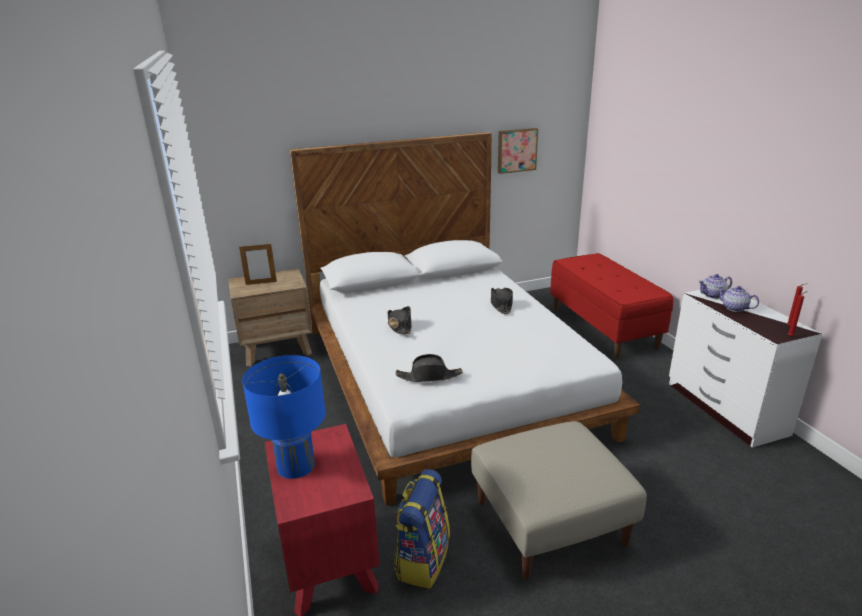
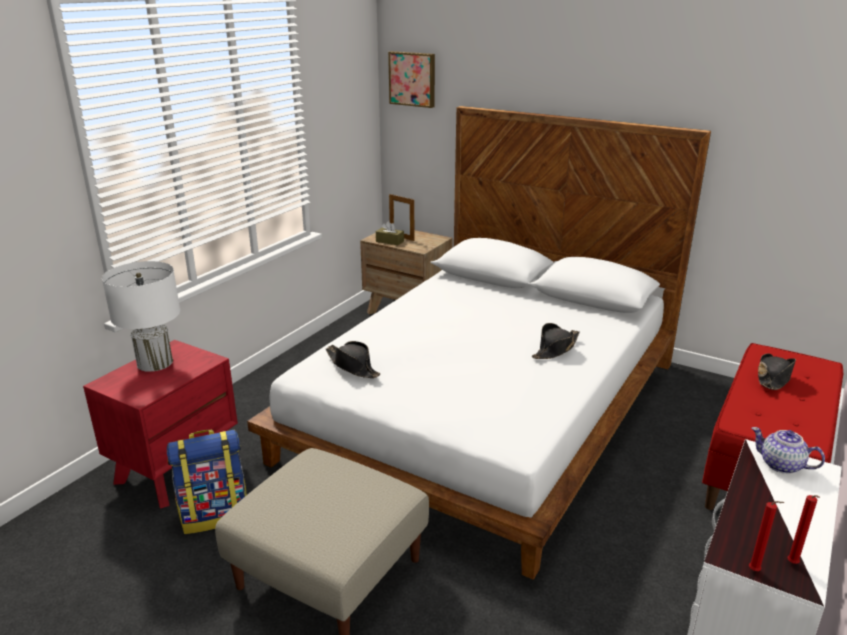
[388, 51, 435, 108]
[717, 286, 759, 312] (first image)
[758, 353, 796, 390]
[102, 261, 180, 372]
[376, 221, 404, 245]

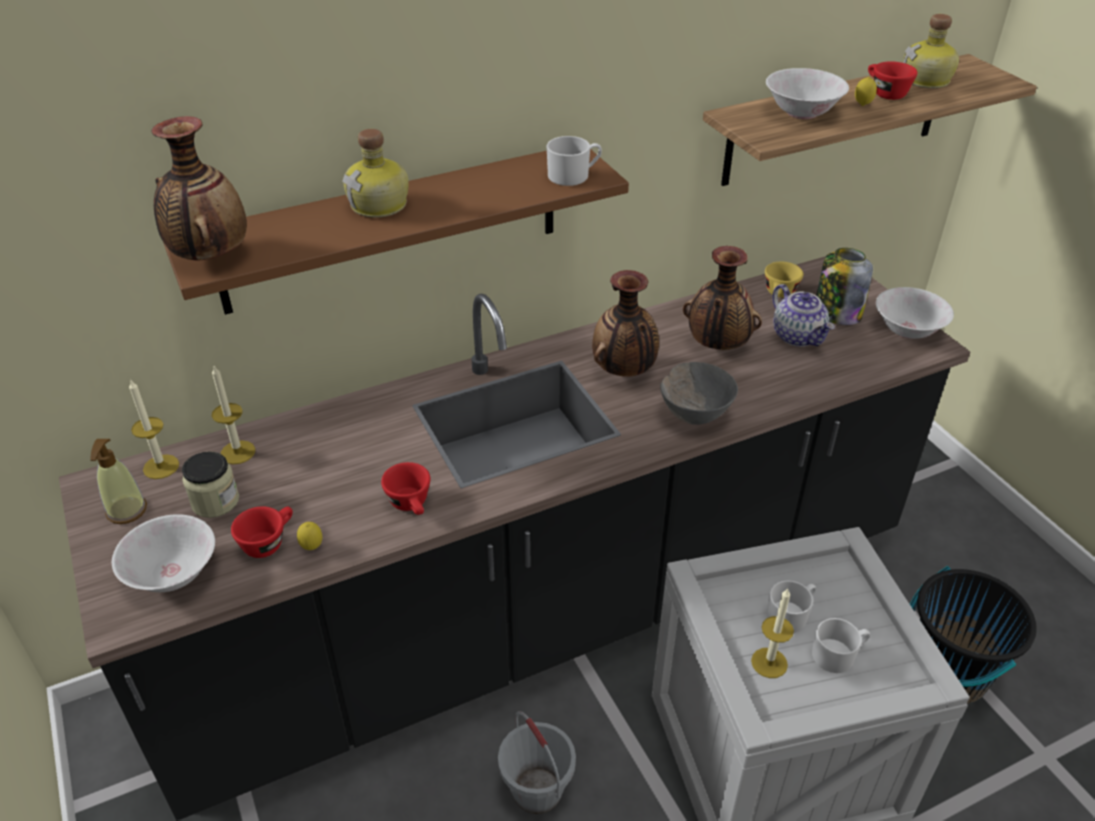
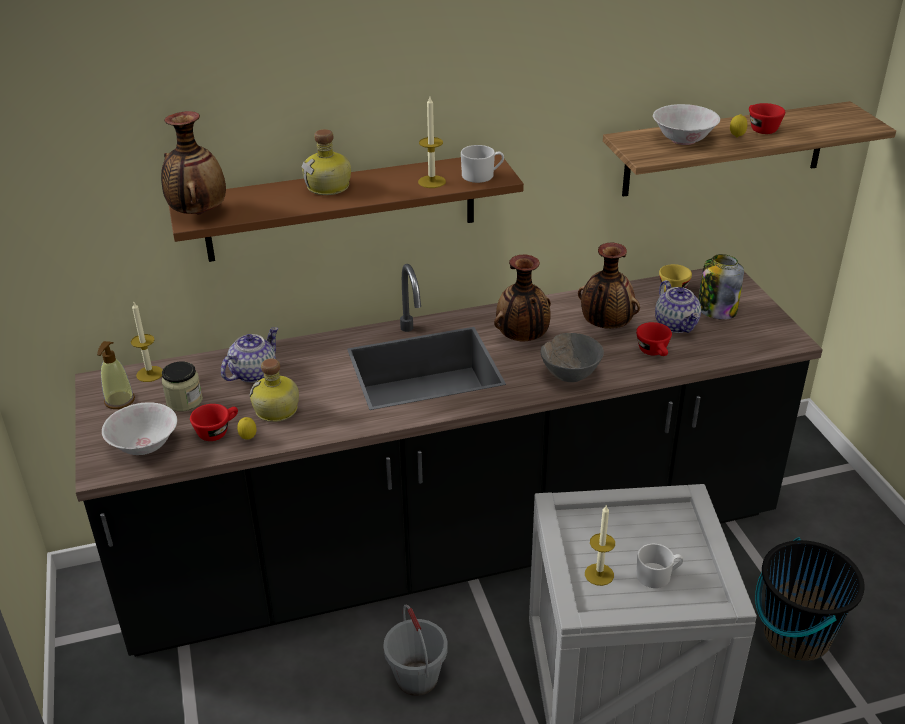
[249, 358, 299, 422]
[876, 287, 954, 339] (first image)
[418, 97, 446, 188]
[636, 322, 672, 356]
[766, 580, 816, 633] (first image)
[221, 327, 279, 383]

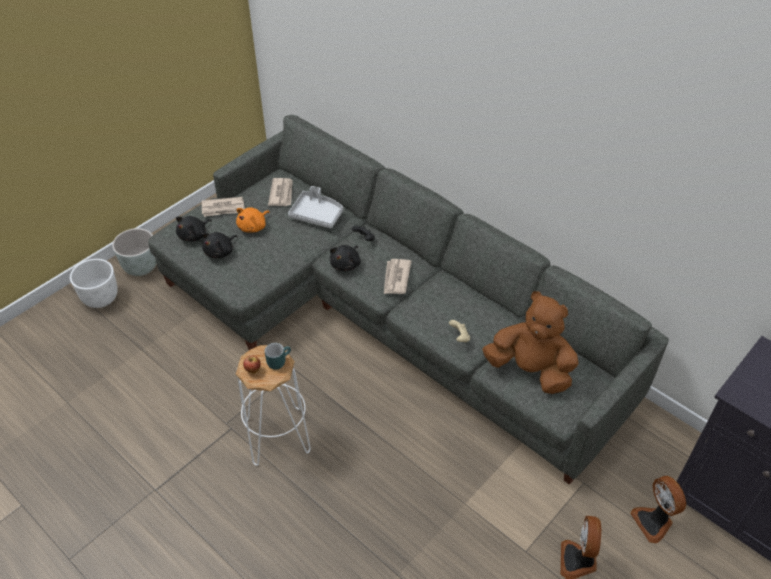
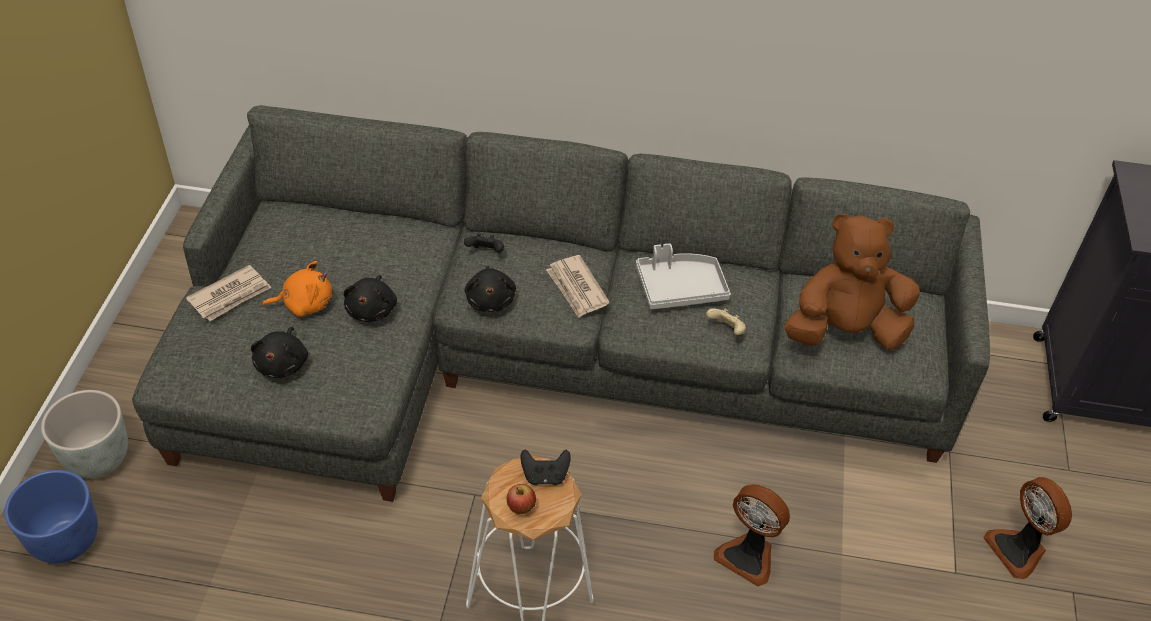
[268, 178, 293, 206] (first image)
[636, 243, 731, 310]
[262, 261, 332, 317]
[344, 275, 397, 322]
[4, 470, 98, 564]
[520, 450, 571, 485]
[714, 484, 790, 586]

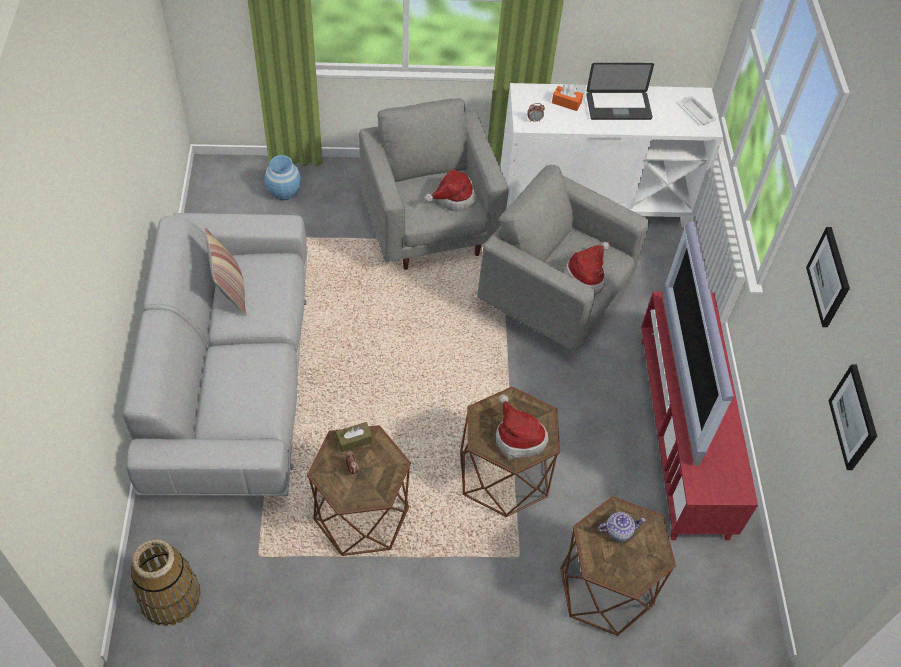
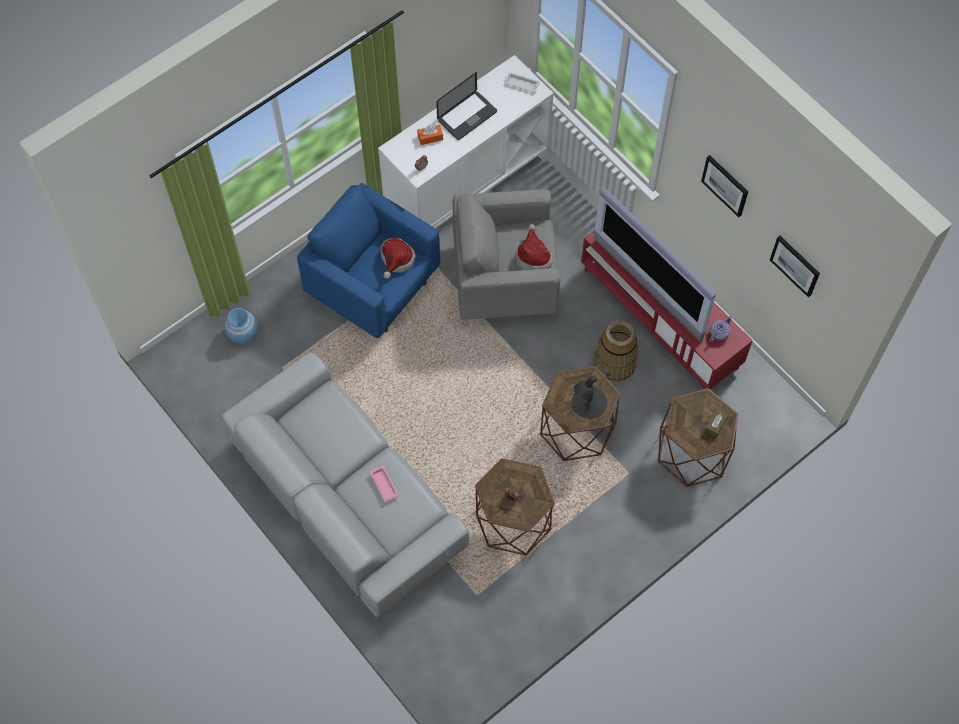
[297, 183, 440, 338]
[205, 228, 247, 317] (first image)
[572, 372, 610, 419]
[704, 408, 728, 438]
[709, 316, 732, 342]
[594, 320, 638, 382]
[370, 466, 398, 502]

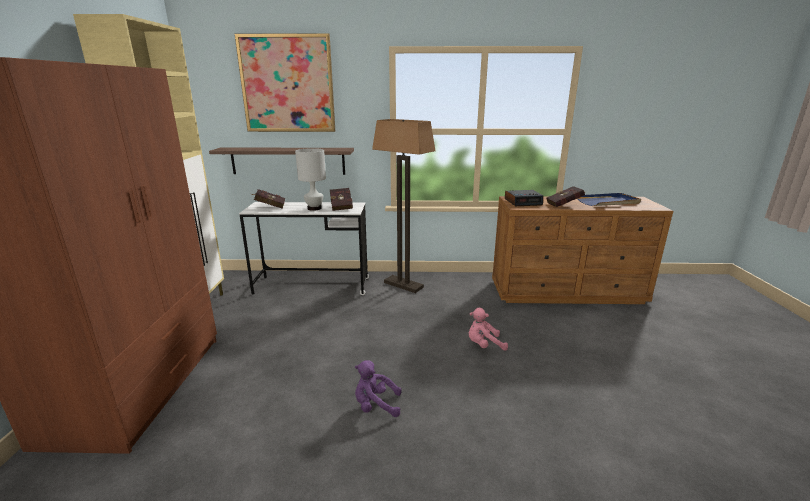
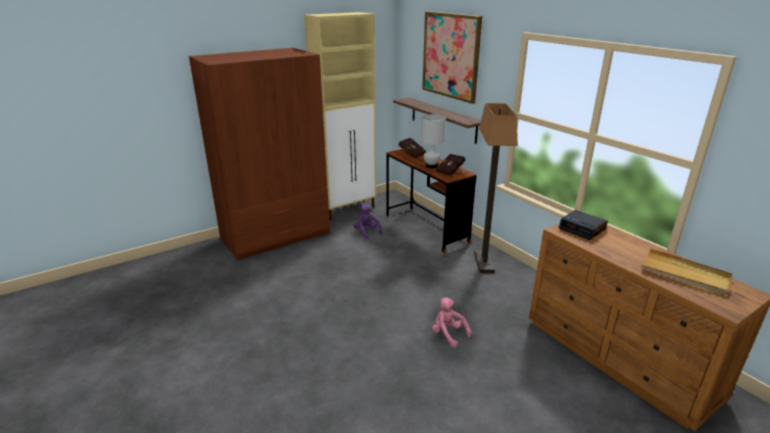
[546, 186, 585, 207] (first image)
[641, 248, 732, 295]
[386, 149, 477, 253]
[353, 204, 382, 238]

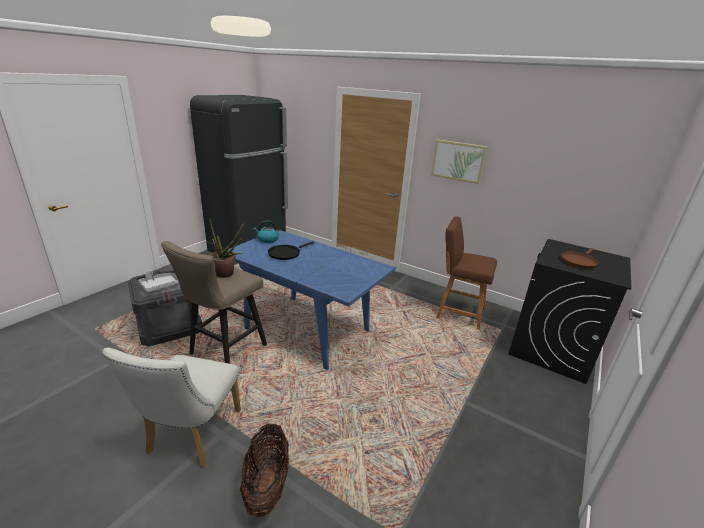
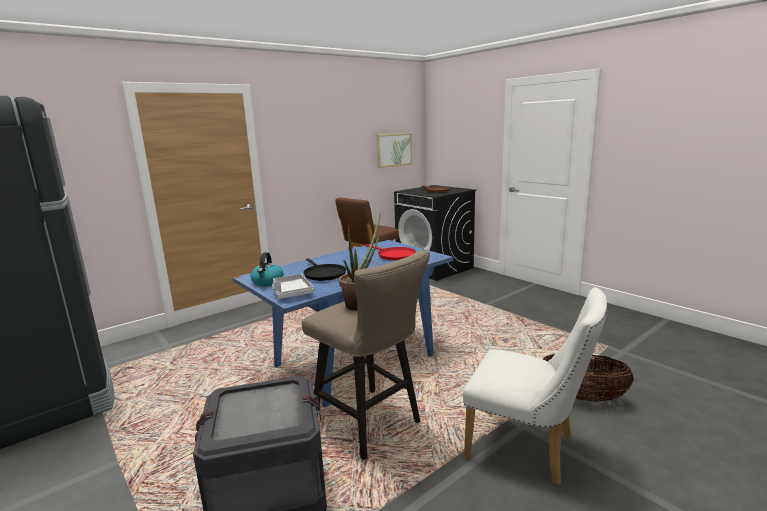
[376, 133, 412, 168]
[273, 274, 314, 299]
[365, 244, 416, 261]

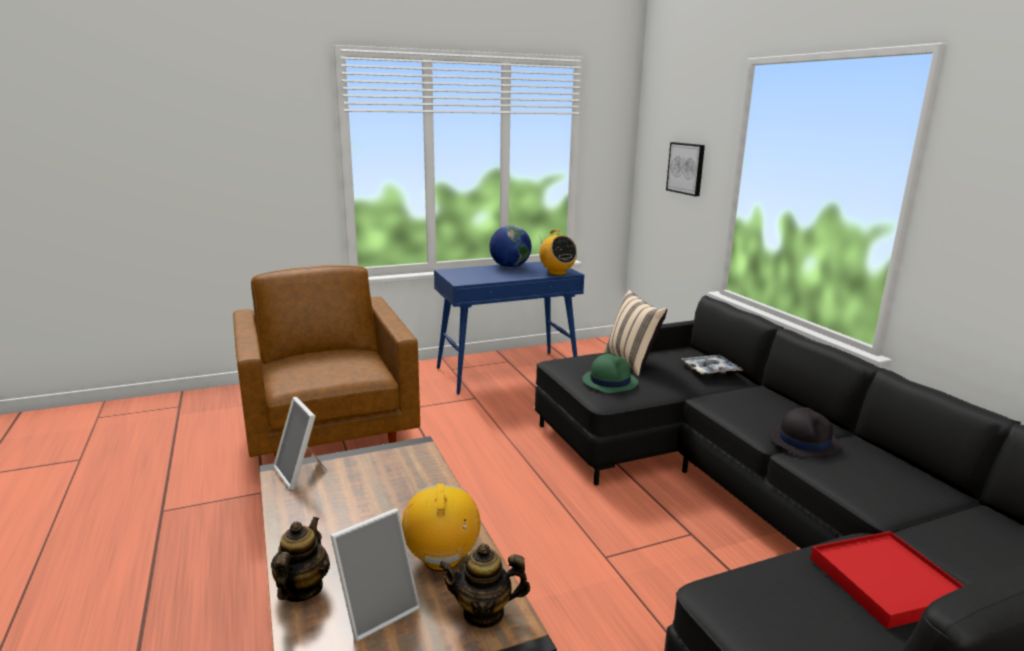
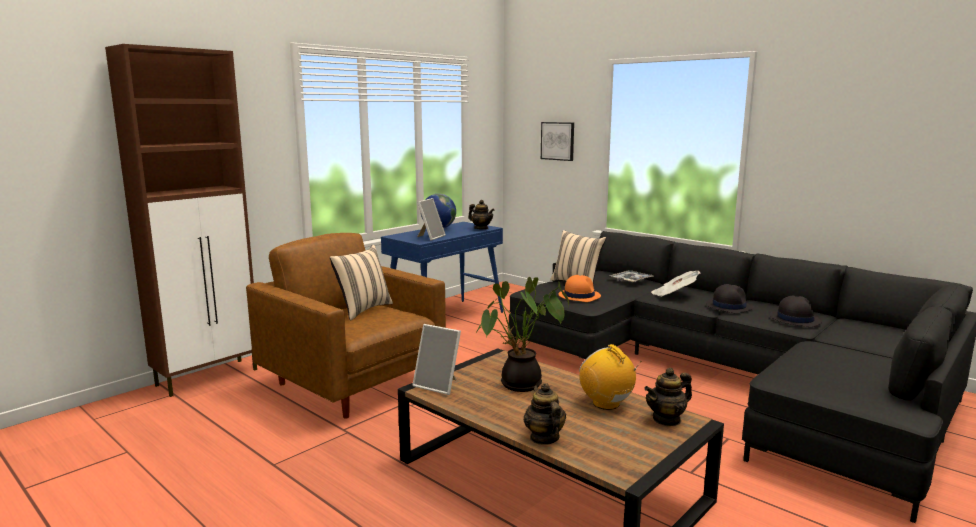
[468, 200, 495, 230]
[558, 275, 601, 302]
[417, 198, 446, 241]
[810, 531, 964, 629] (first image)
[105, 44, 257, 397]
[330, 245, 393, 320]
[651, 271, 701, 297]
[477, 277, 569, 392]
[770, 296, 822, 327]

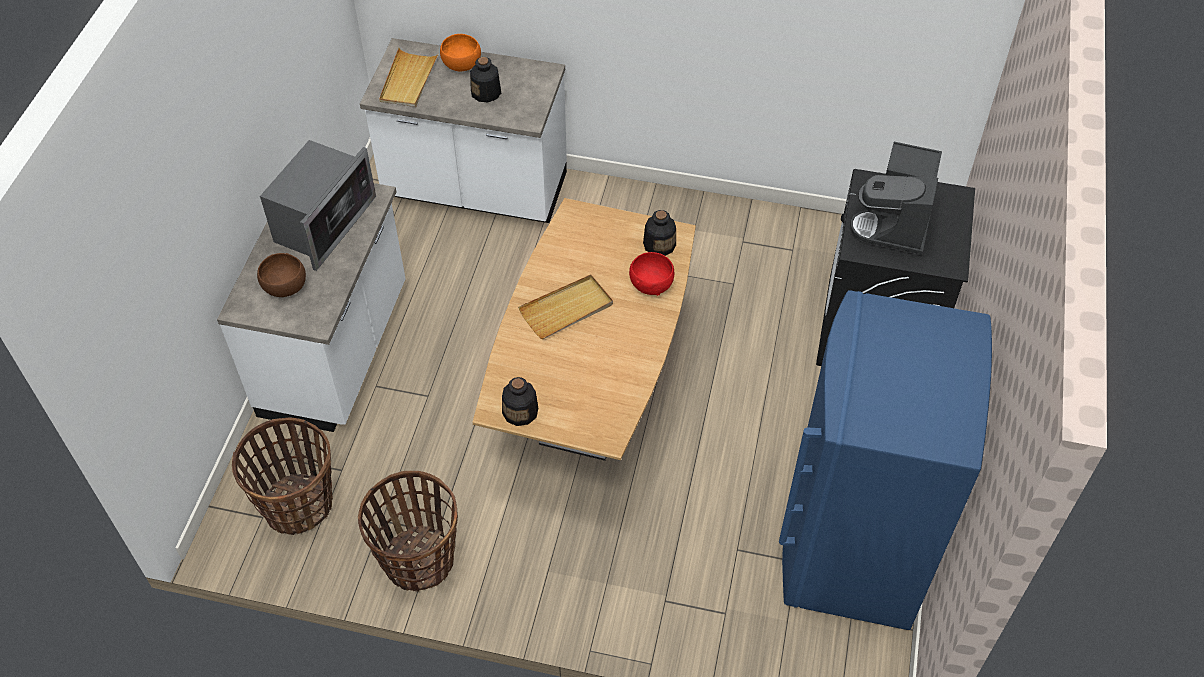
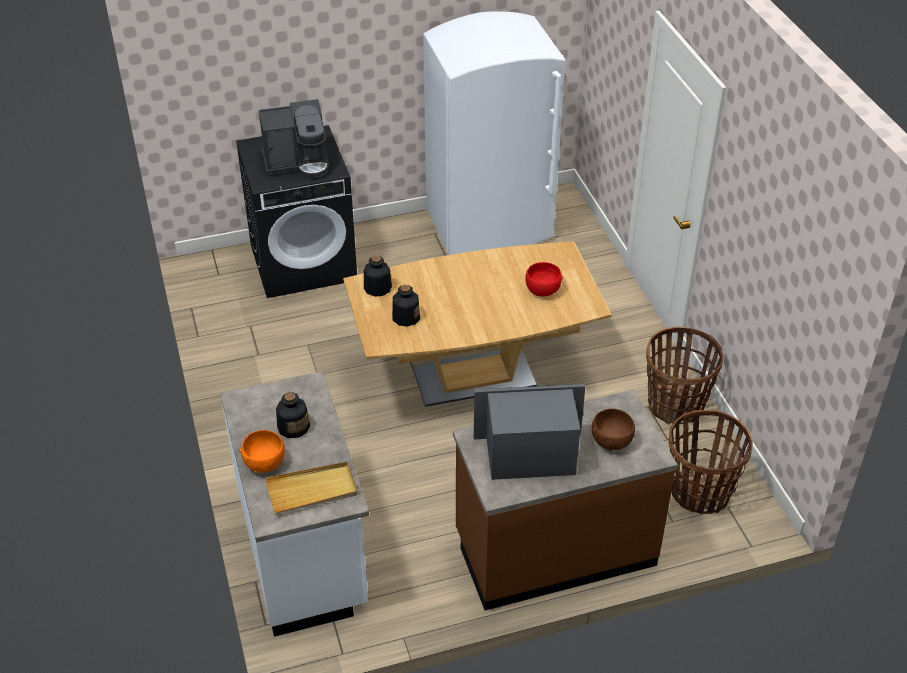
[453, 390, 678, 611]
[525, 262, 563, 297]
[518, 275, 613, 339] (first image)
[423, 11, 565, 255]
[392, 285, 420, 327]

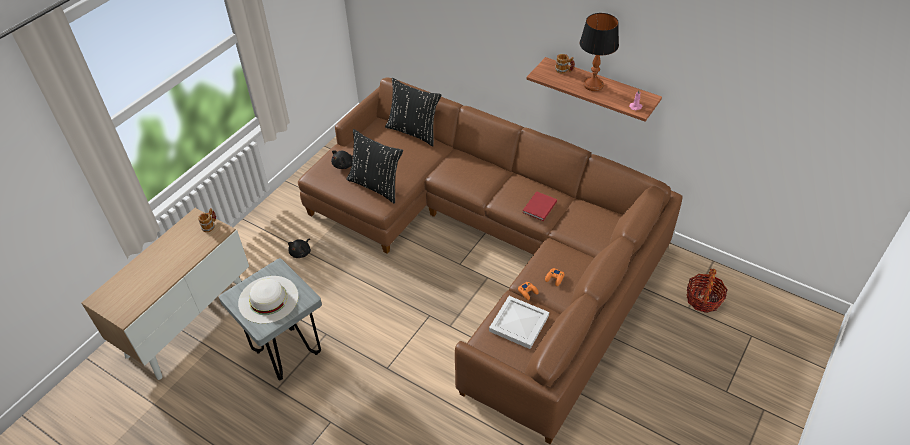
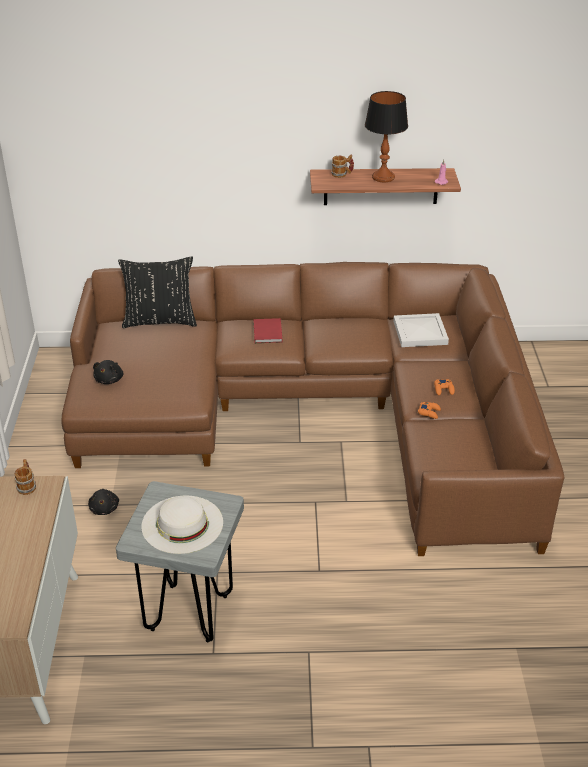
[346, 129, 403, 204] (first image)
[254, 318, 283, 343]
[686, 269, 728, 313] (first image)
[393, 313, 449, 347]

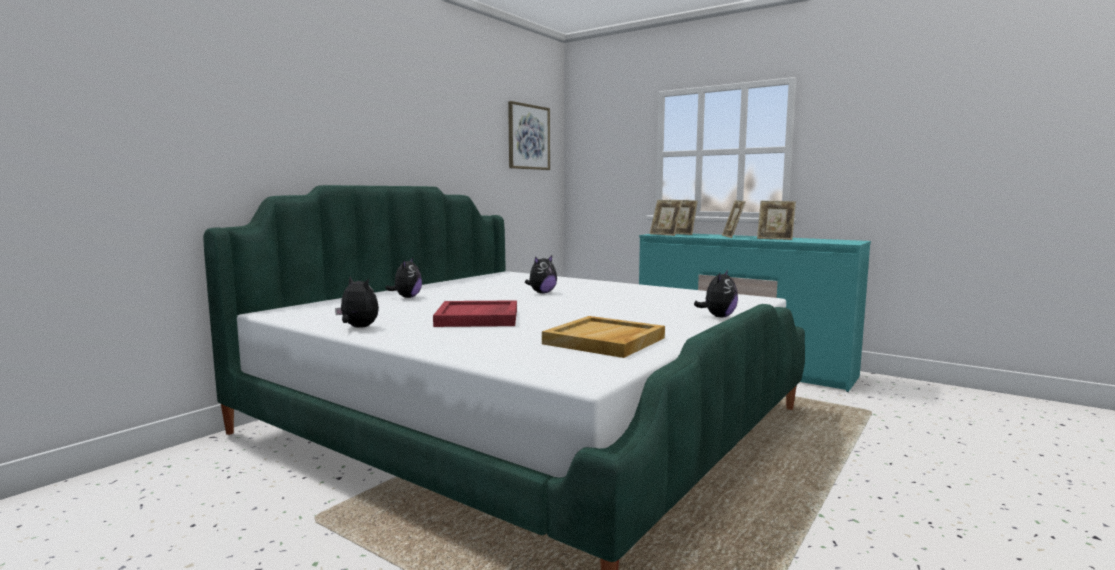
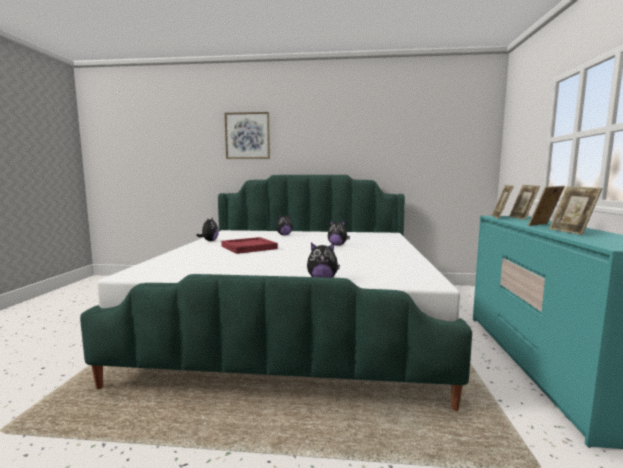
[224, 112, 270, 159]
[542, 316, 665, 358] (first image)

